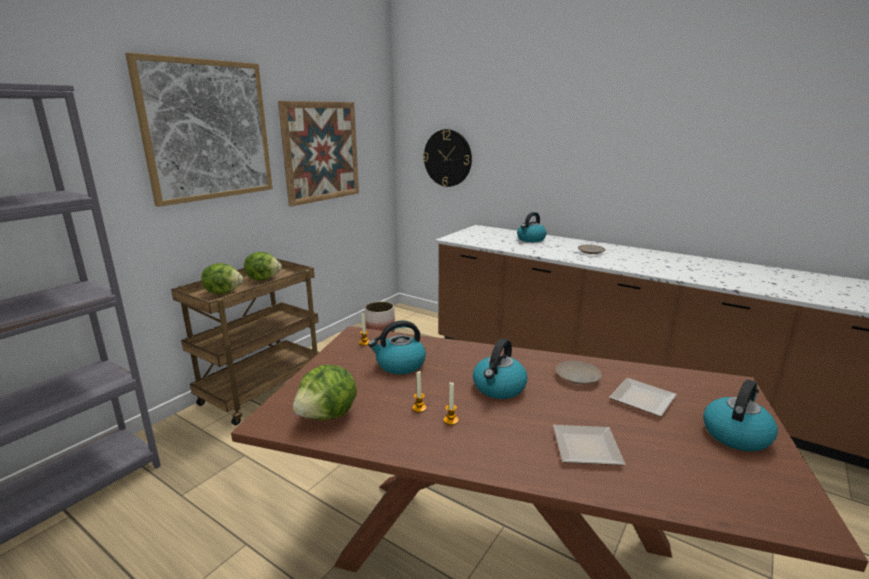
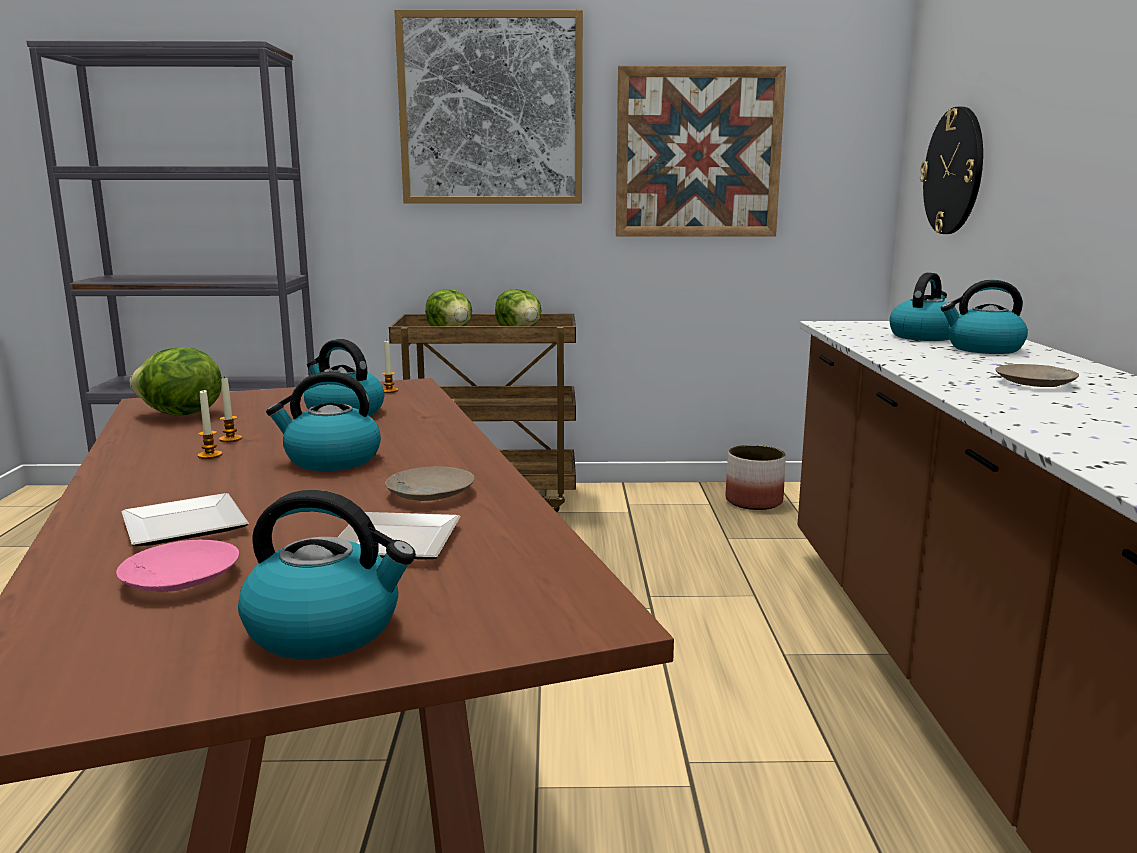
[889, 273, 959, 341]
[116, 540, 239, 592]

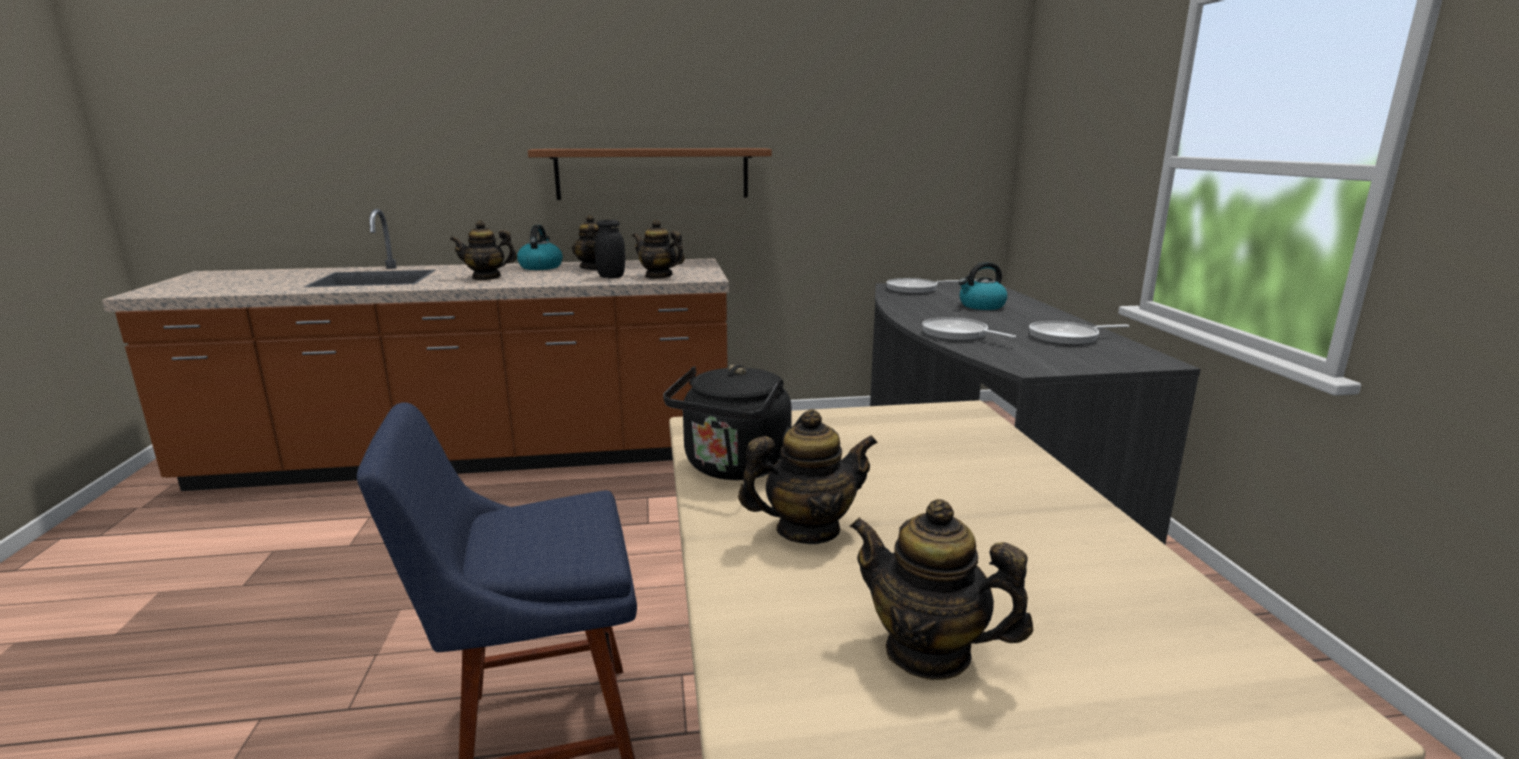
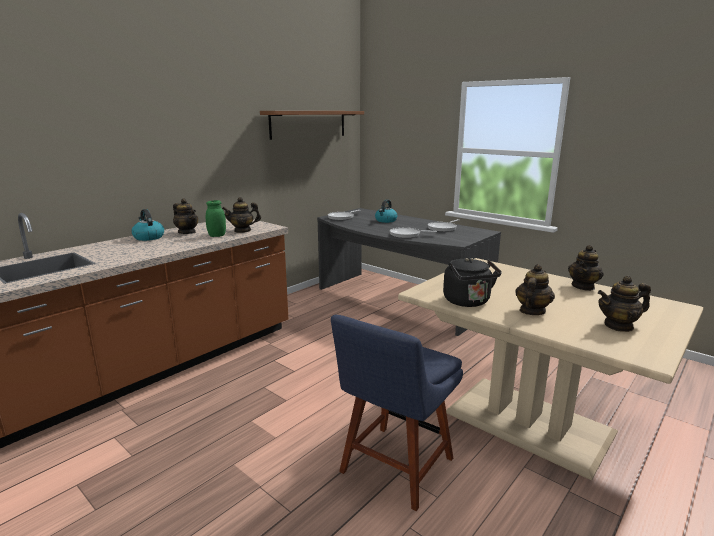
[260, 111, 364, 140]
[568, 245, 604, 291]
[206, 200, 226, 237]

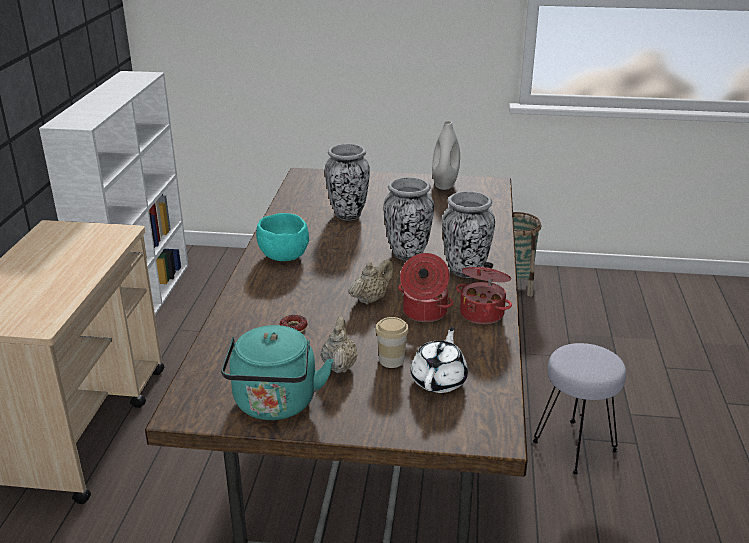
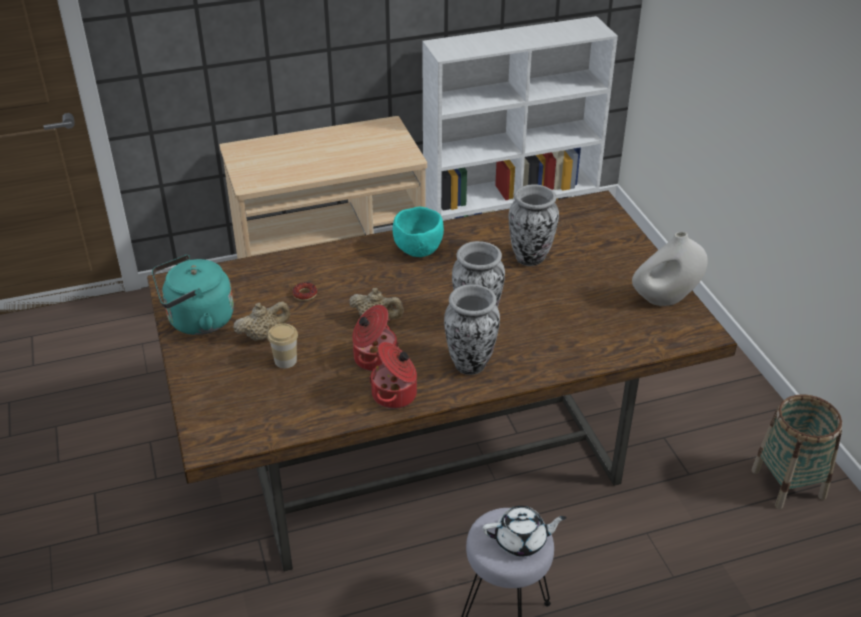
[483, 506, 567, 557]

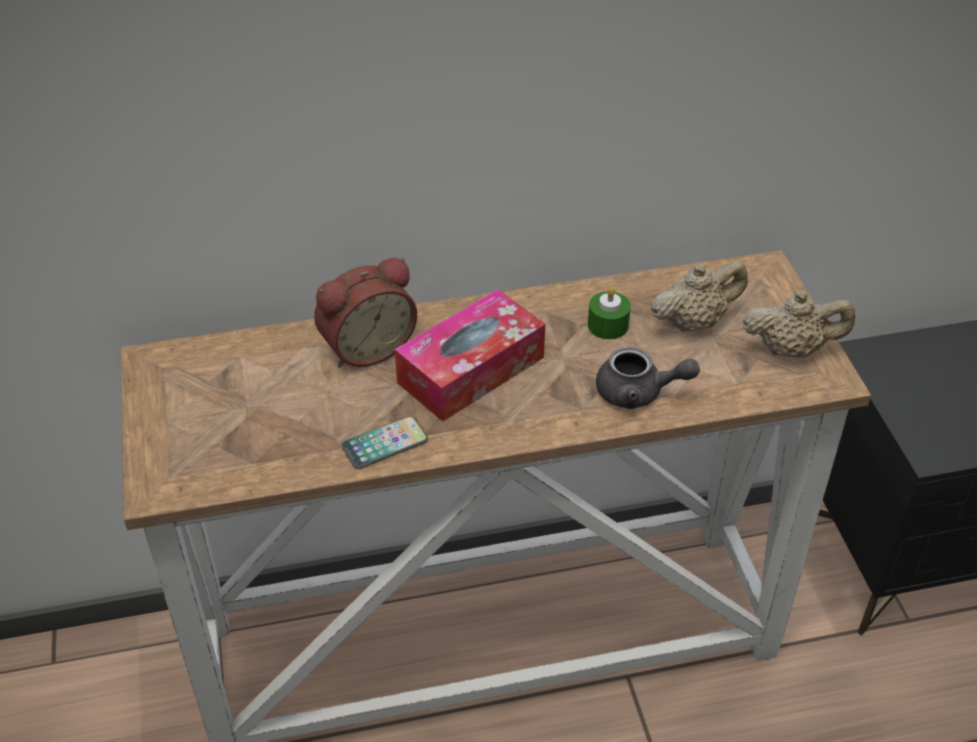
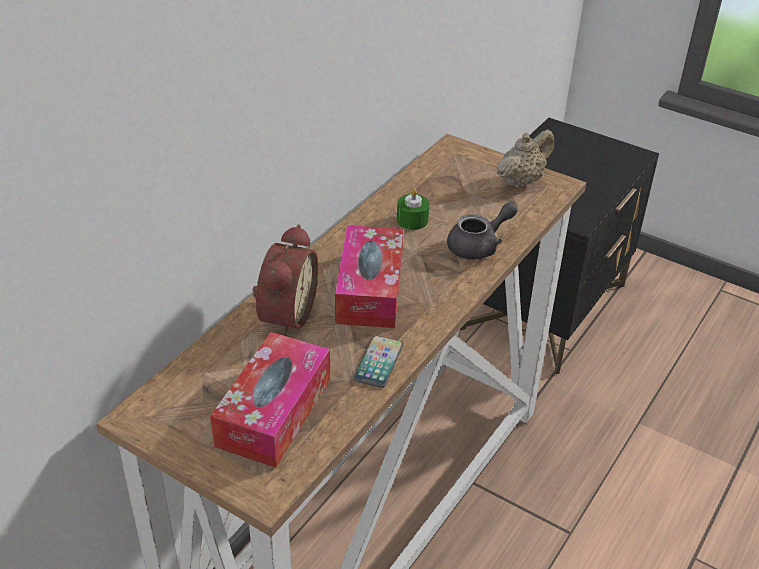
[651, 261, 747, 332] (first image)
[210, 332, 330, 468]

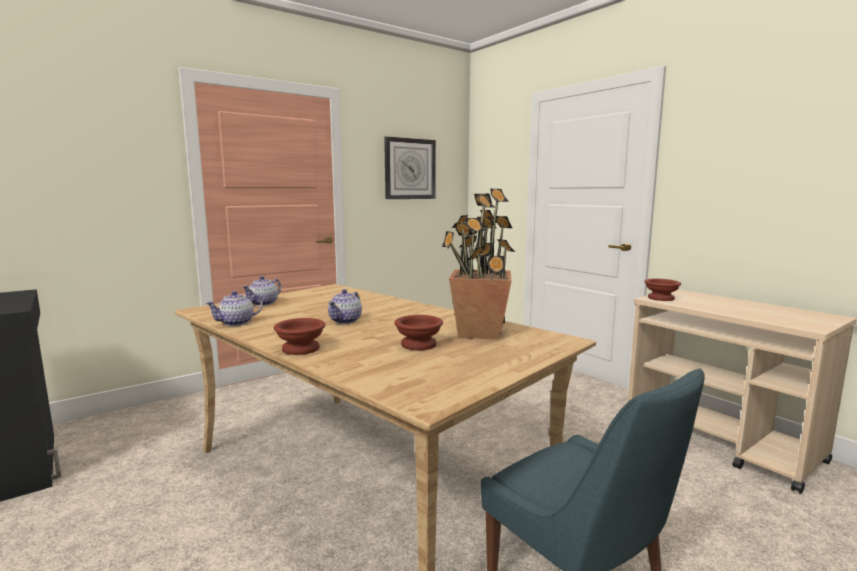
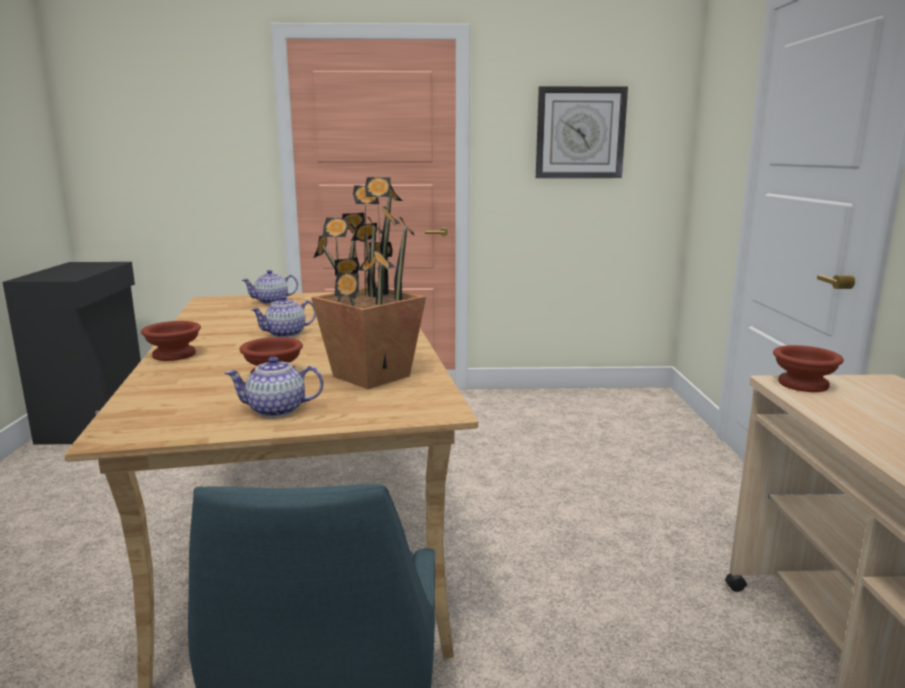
[225, 356, 324, 417]

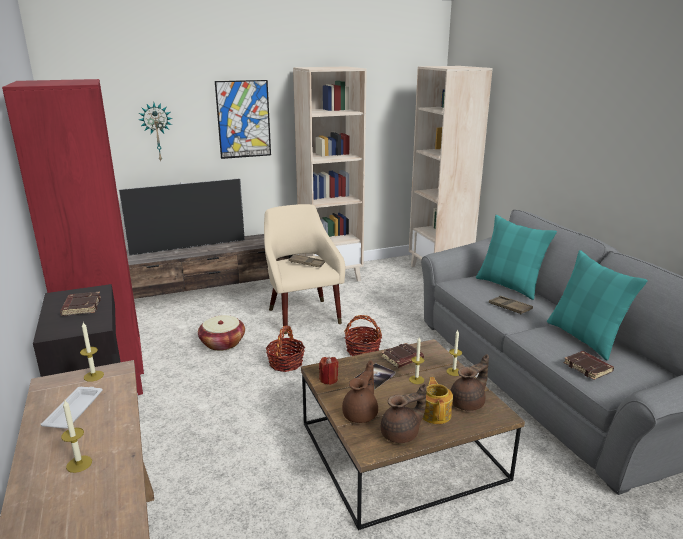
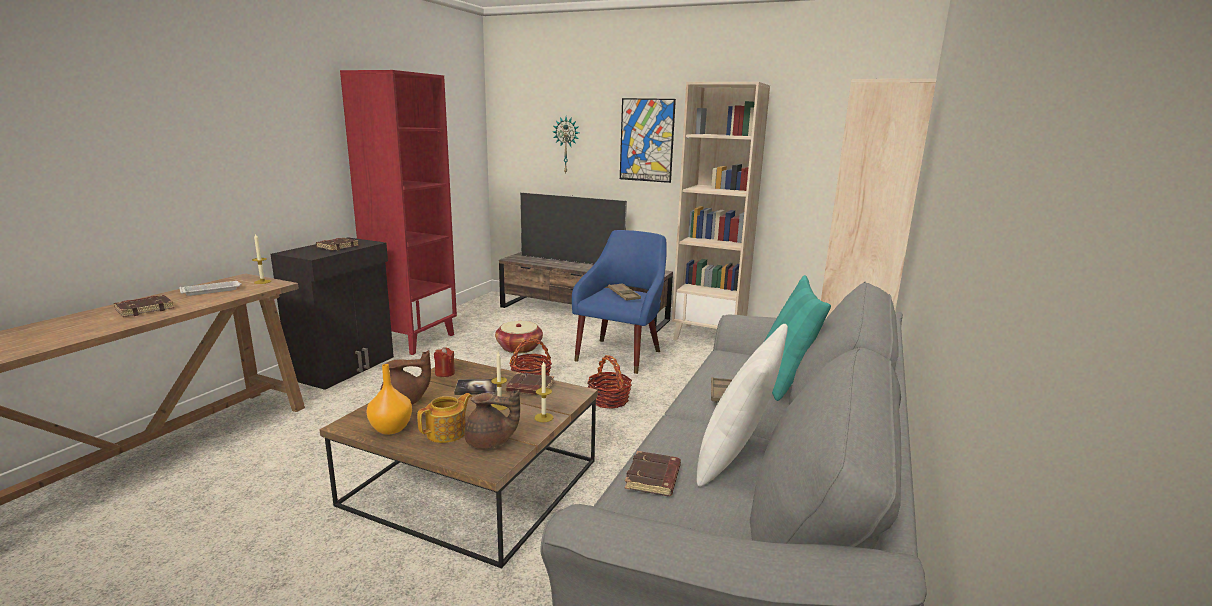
[572, 230, 667, 374]
[697, 324, 788, 487]
[366, 364, 412, 435]
[114, 295, 174, 317]

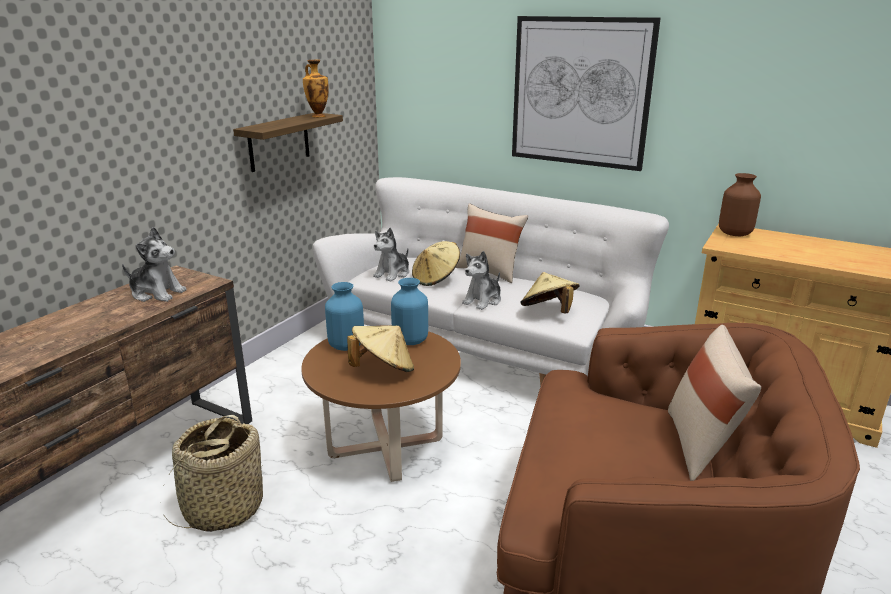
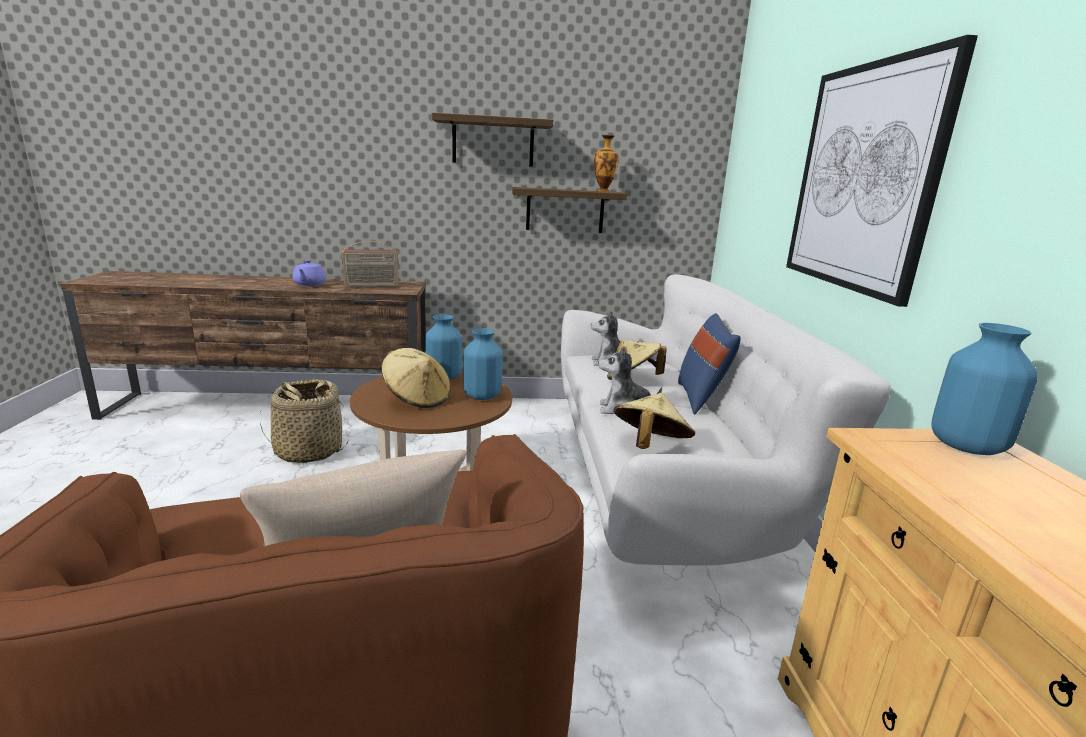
[931, 323, 1038, 455]
[678, 313, 741, 415]
[342, 241, 399, 287]
[432, 113, 553, 167]
[292, 260, 326, 286]

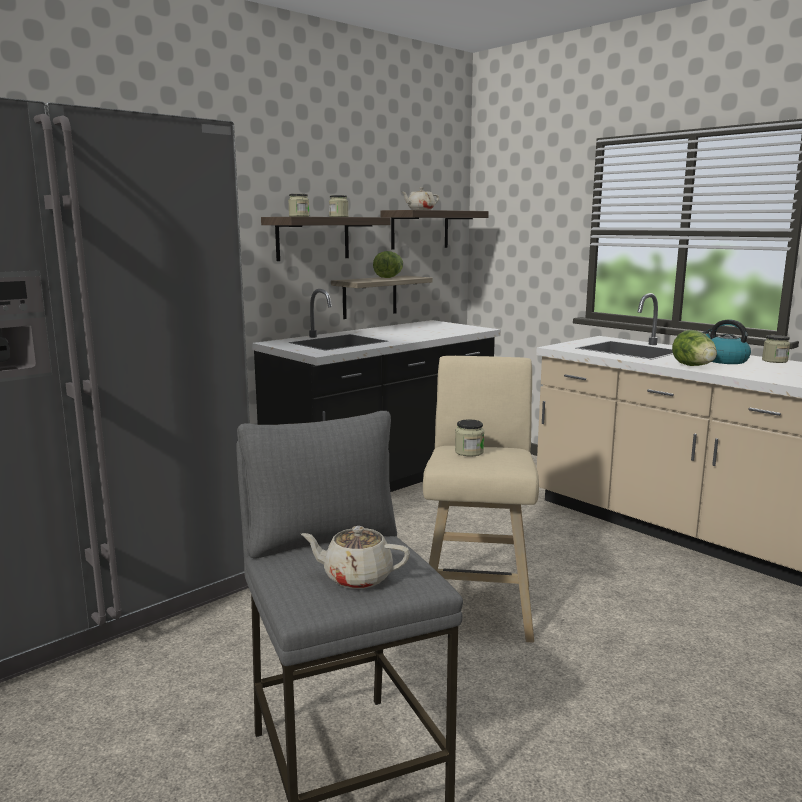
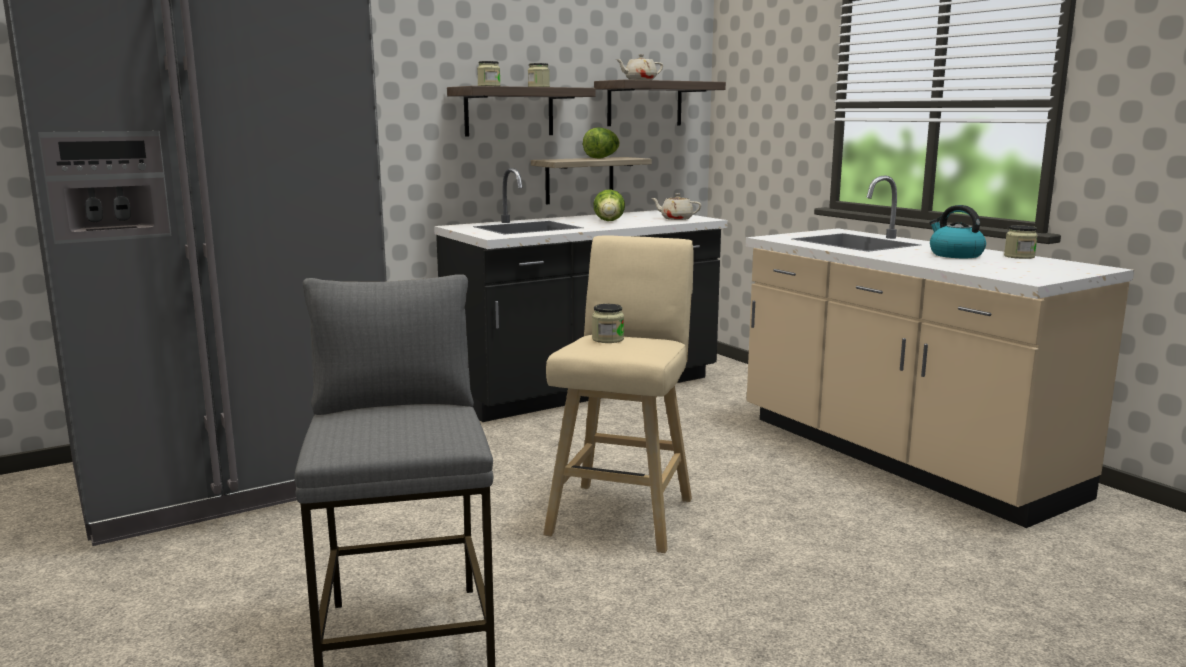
[593, 189, 625, 221]
[652, 193, 702, 220]

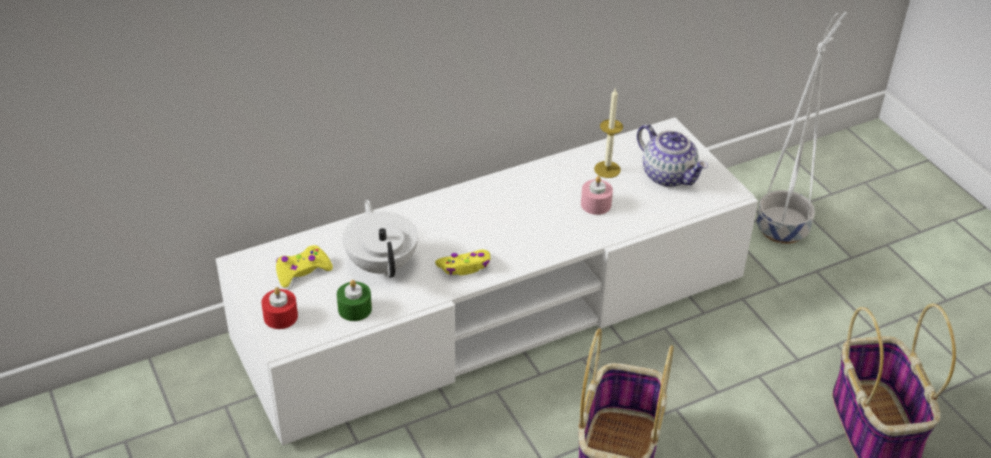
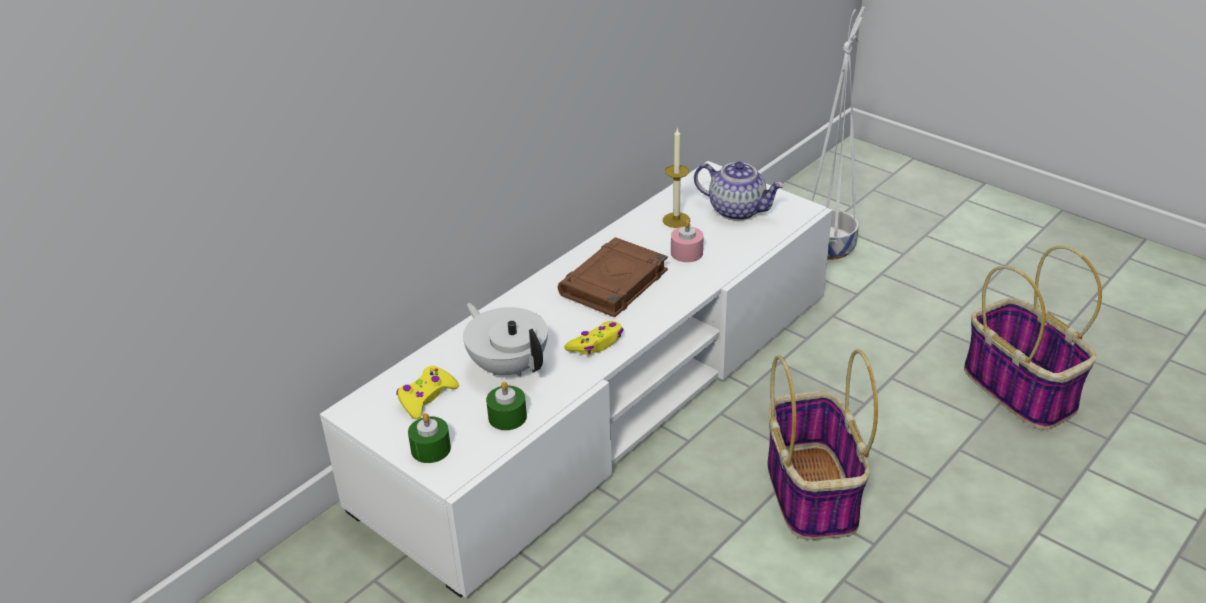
[408, 413, 451, 463]
[558, 237, 668, 317]

